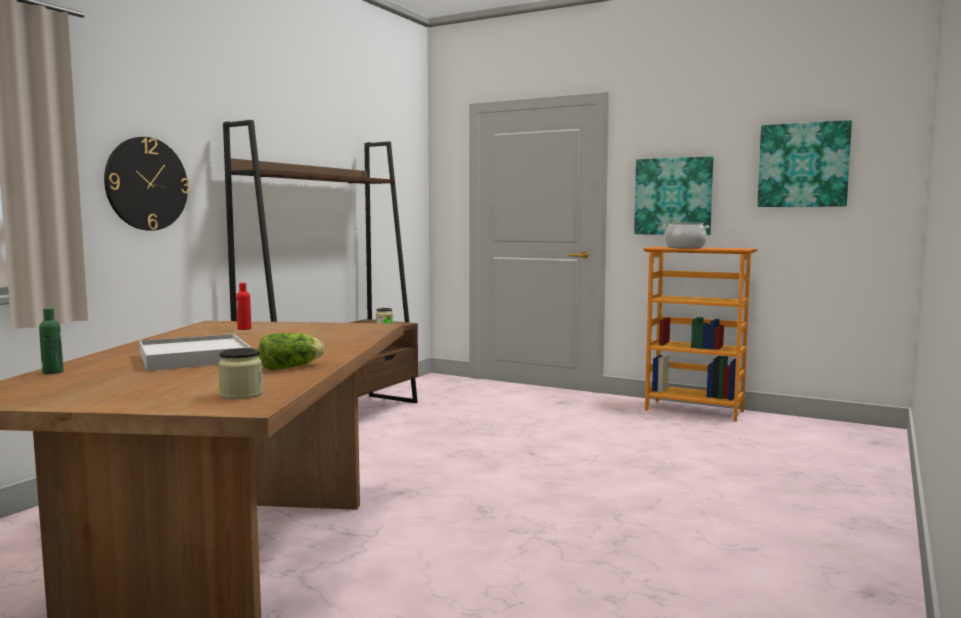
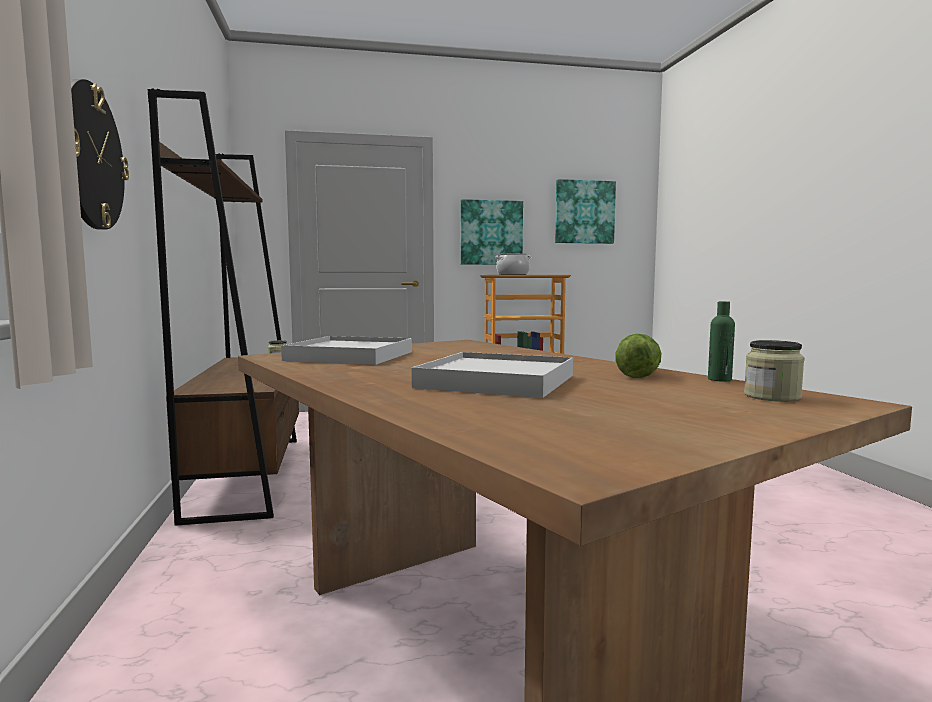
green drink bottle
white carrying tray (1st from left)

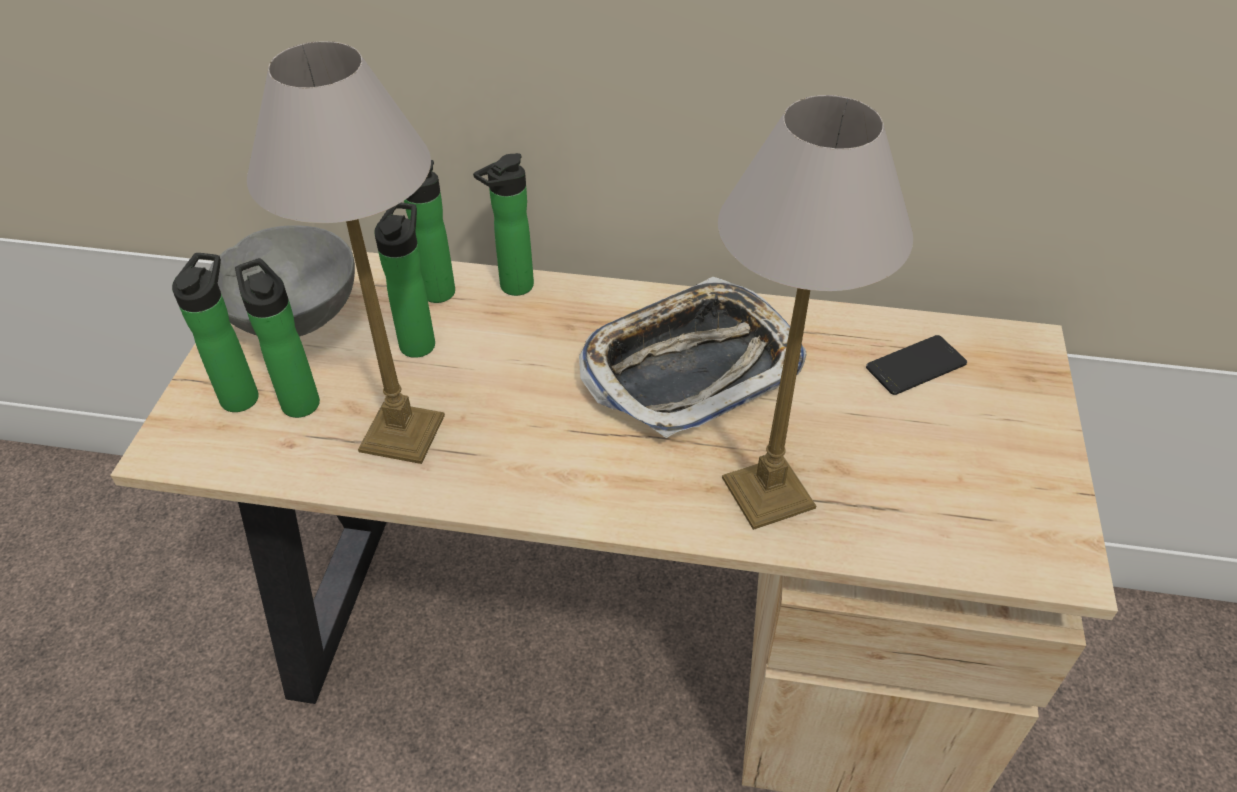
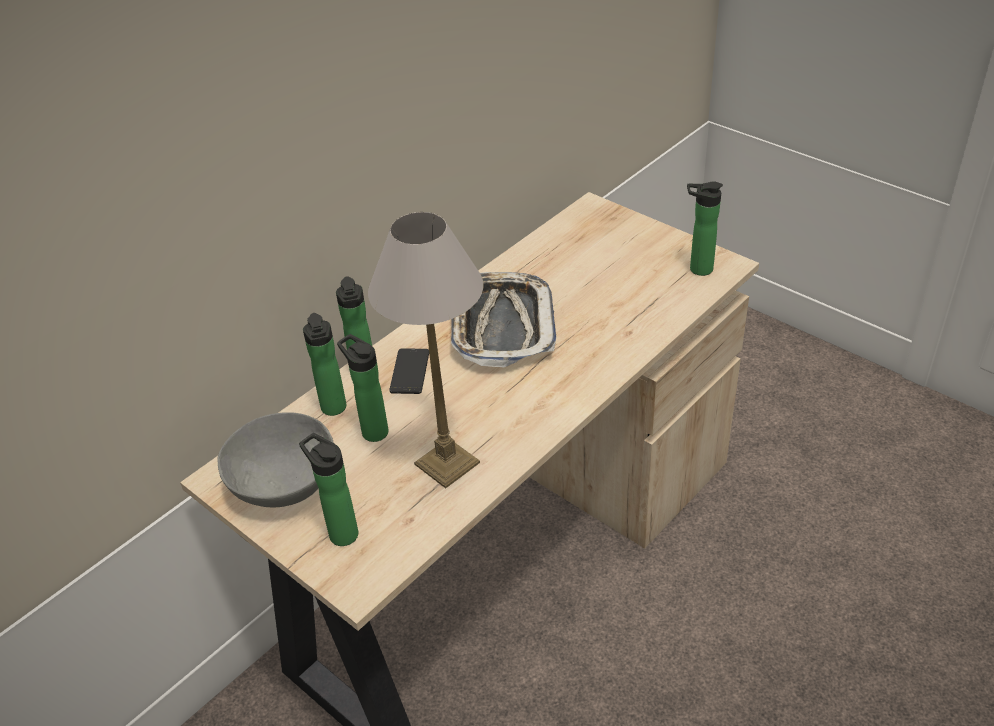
drink bottle (5th from left)
lamp for a table (2nd from left in the first image)
handset

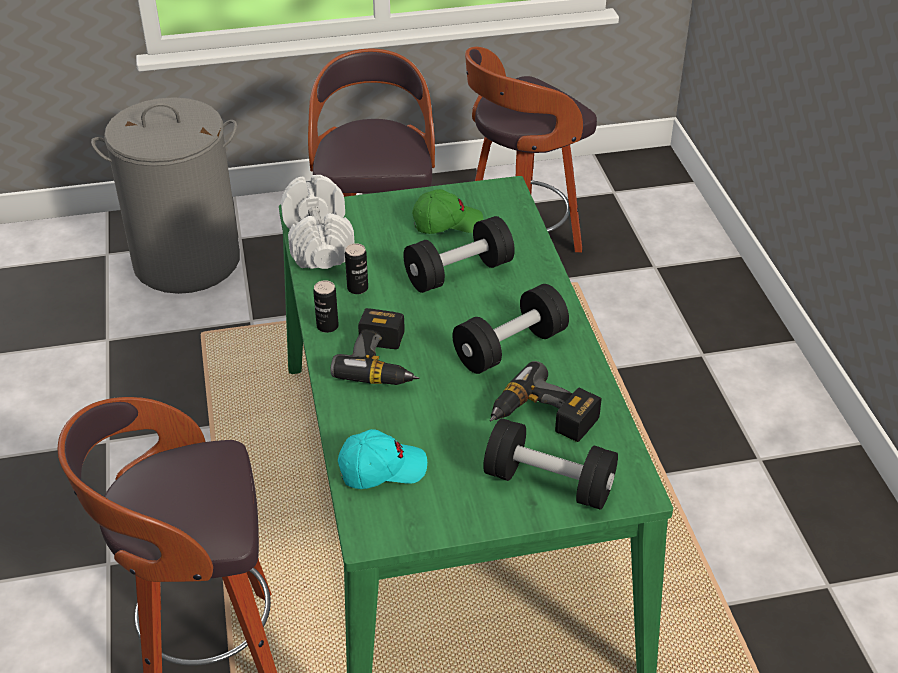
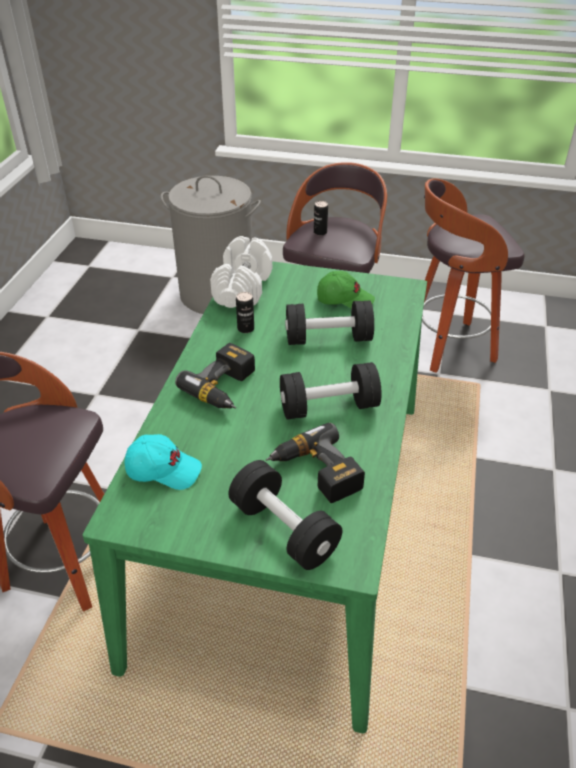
metal can (2nd from left)

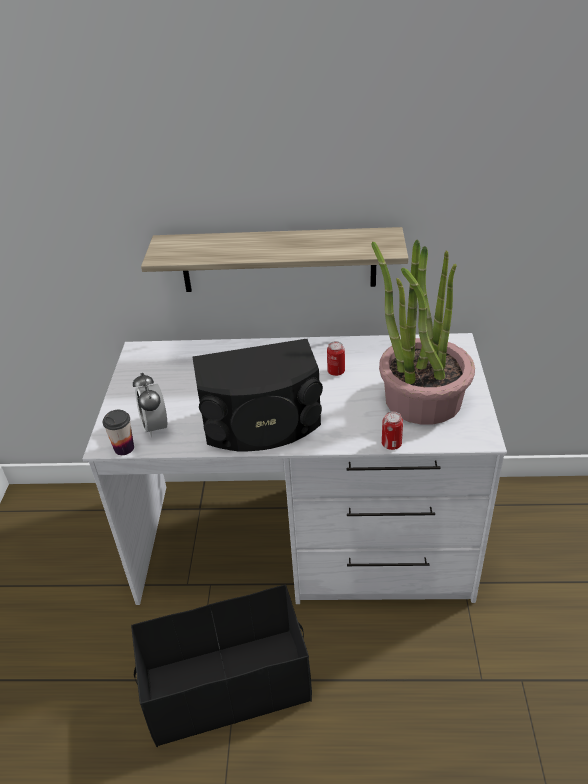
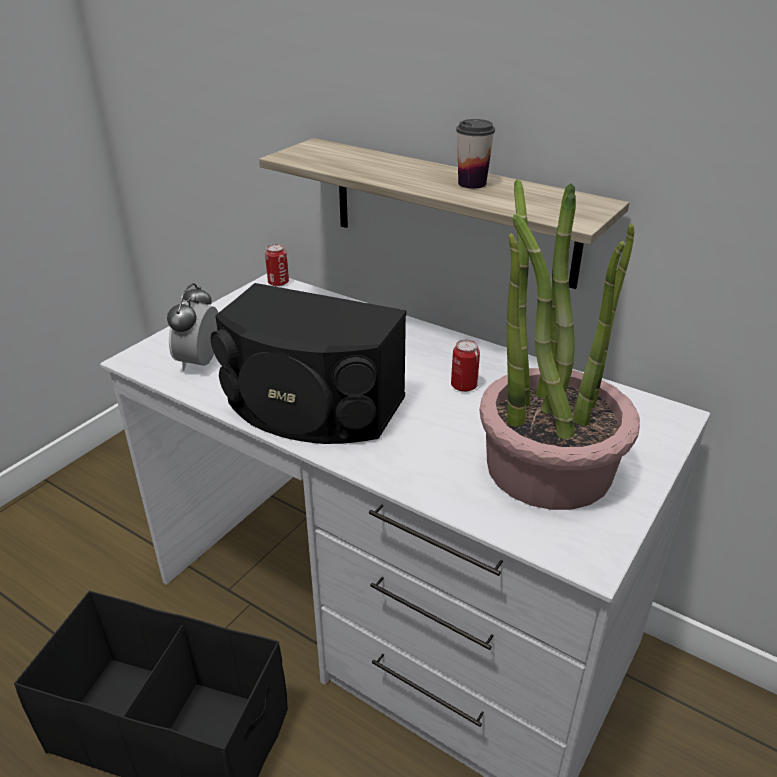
small cup
metal can (1st from left)

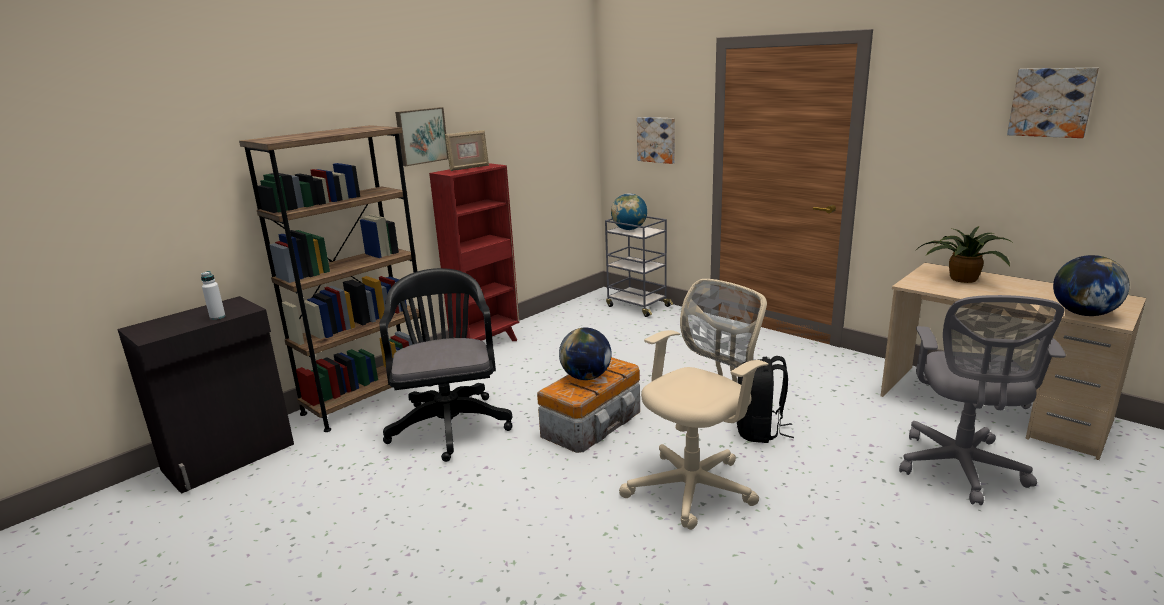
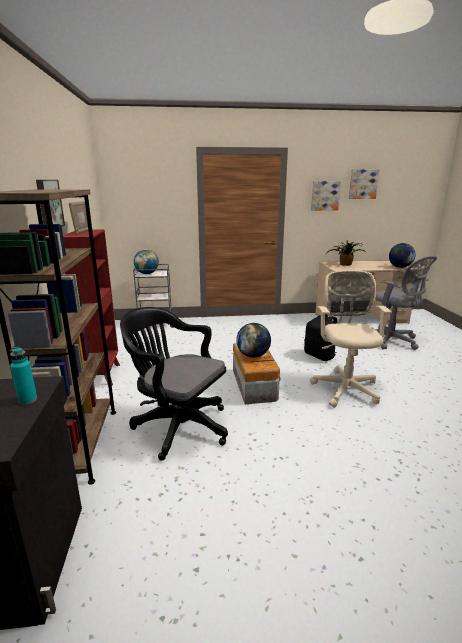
turquoise-coloured drink bottle
picture (2nd from left)

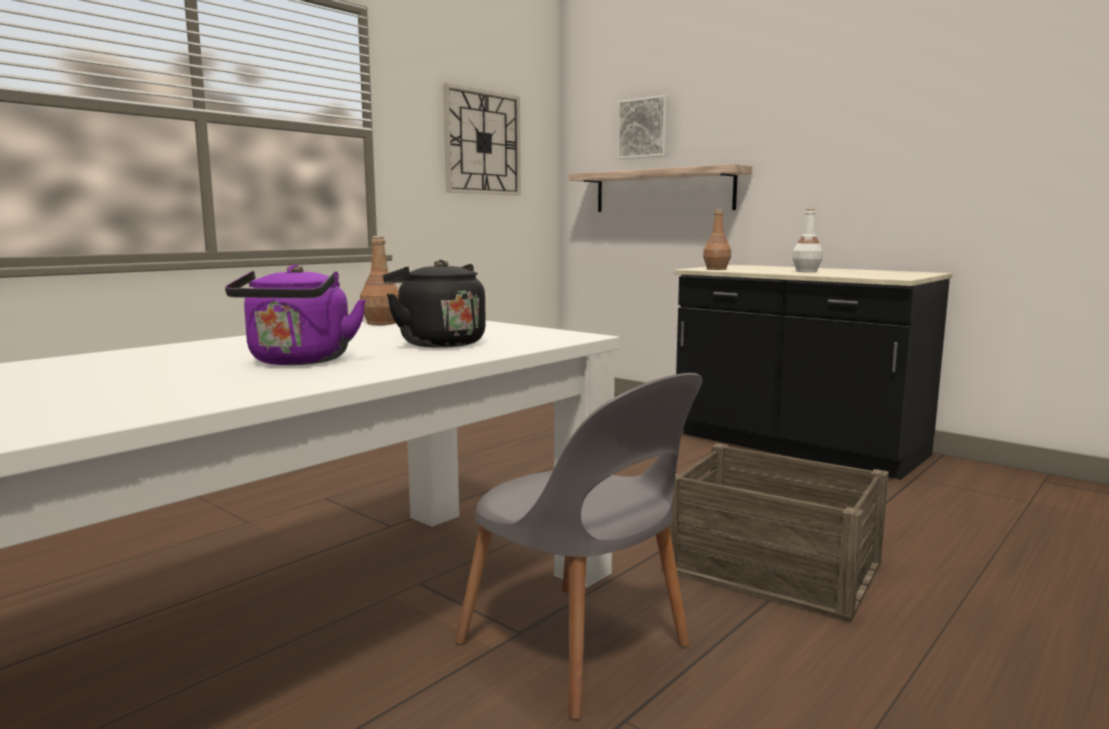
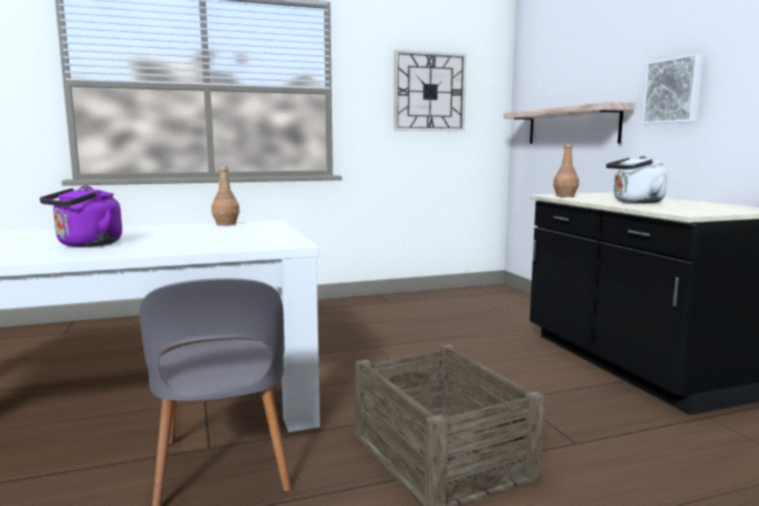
black-coloured kettle
picture
white kettle

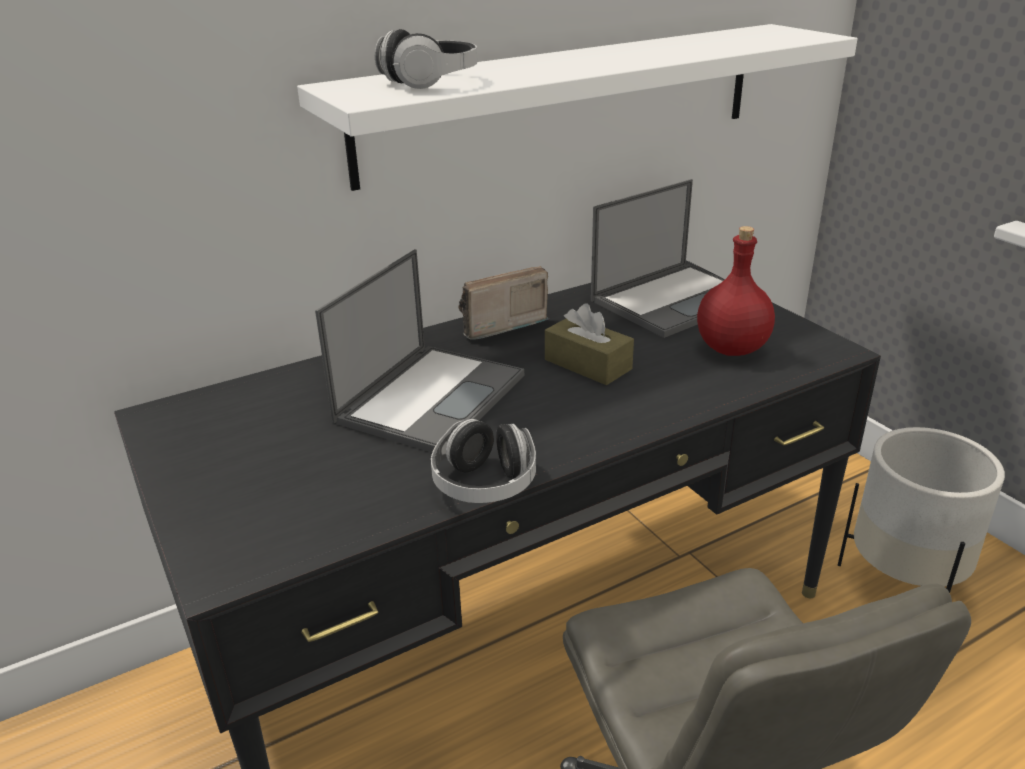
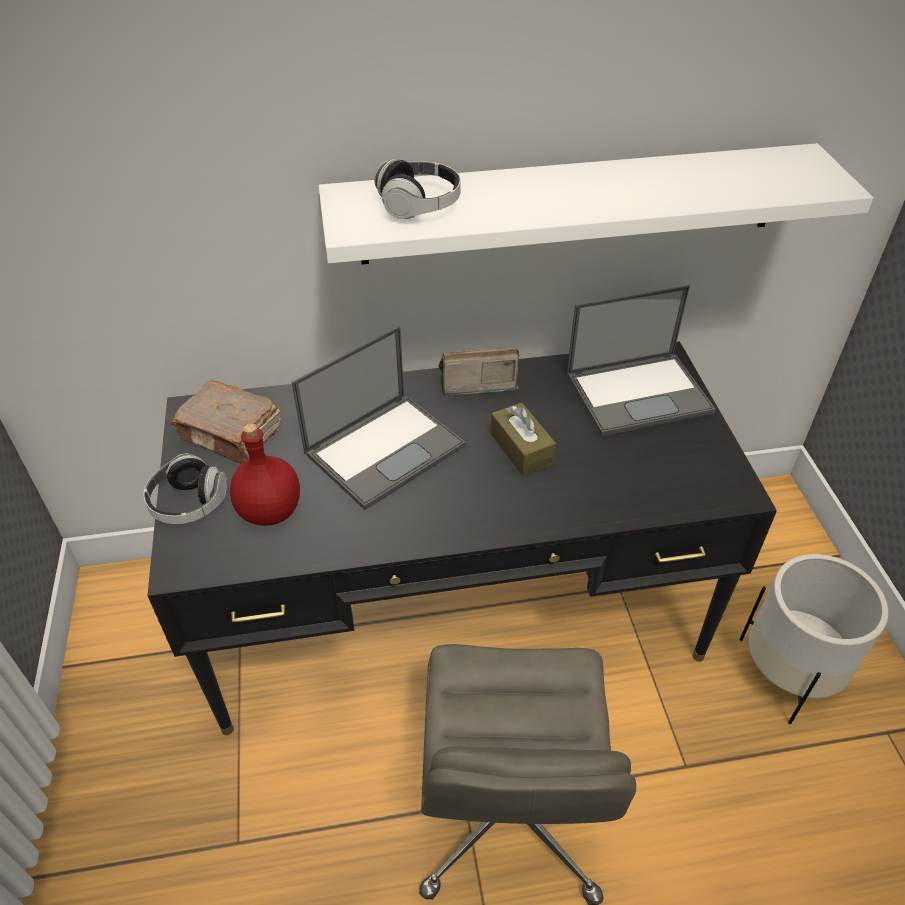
pair of headphones (1st from left)
red drink bottle
brown book

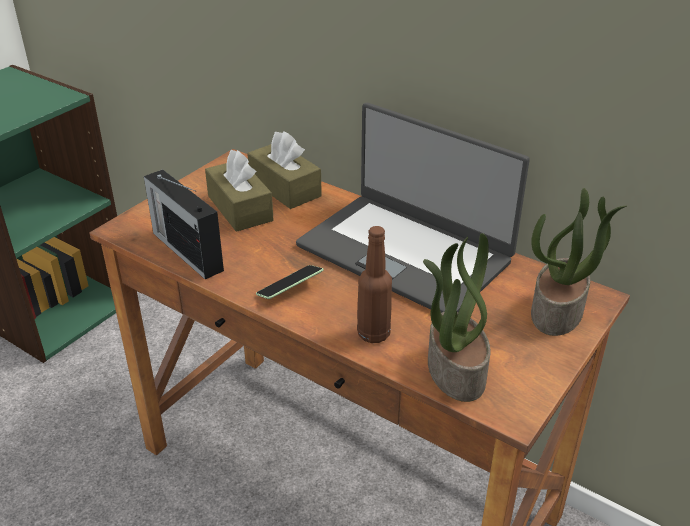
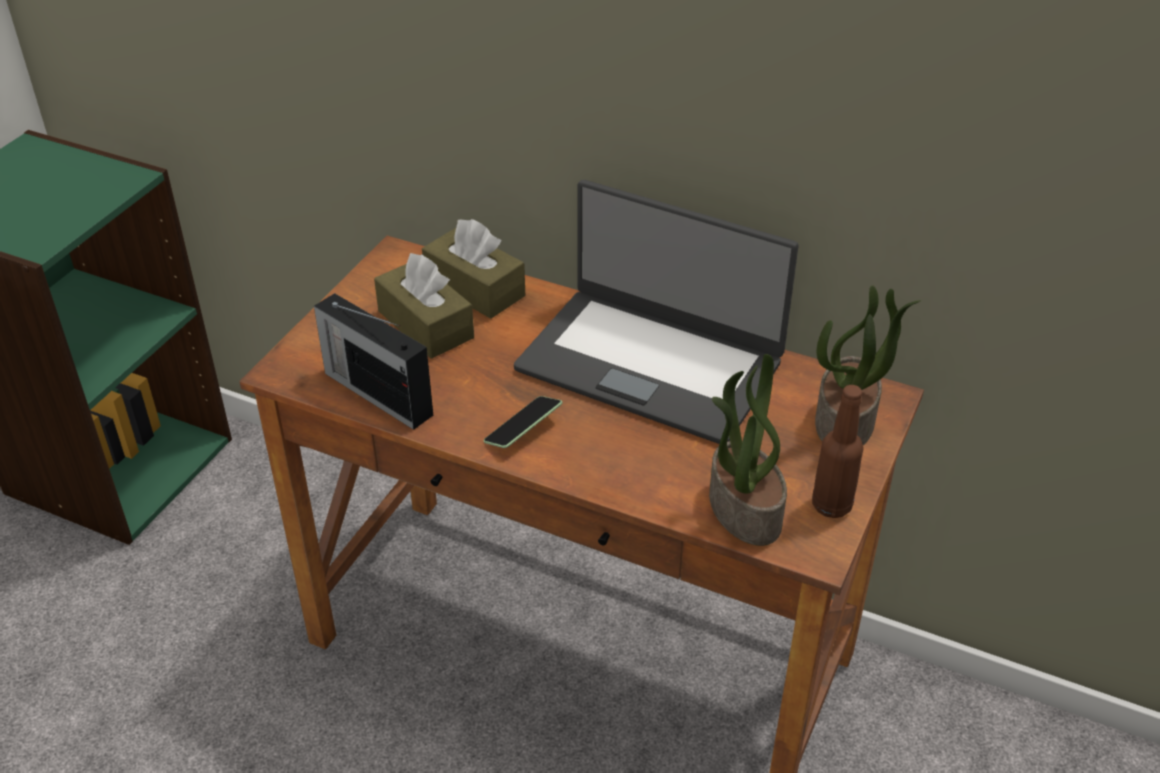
brown drink bottle

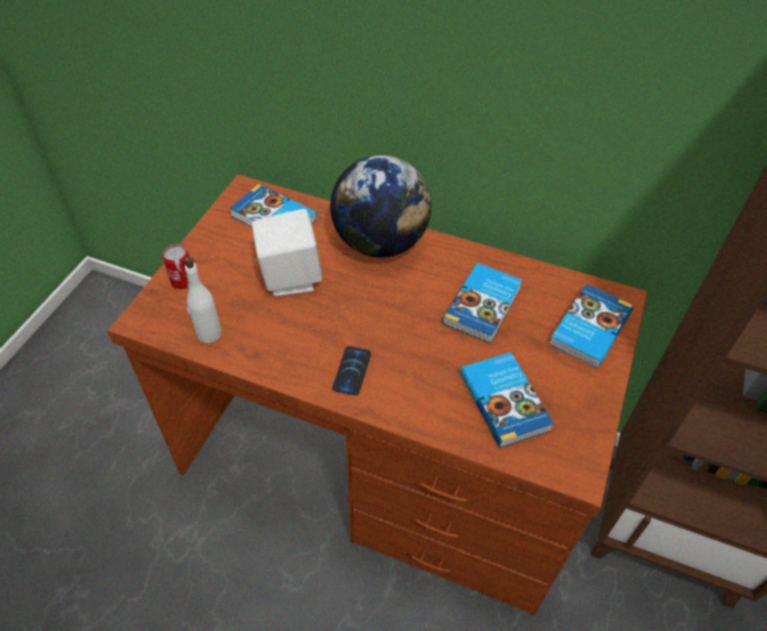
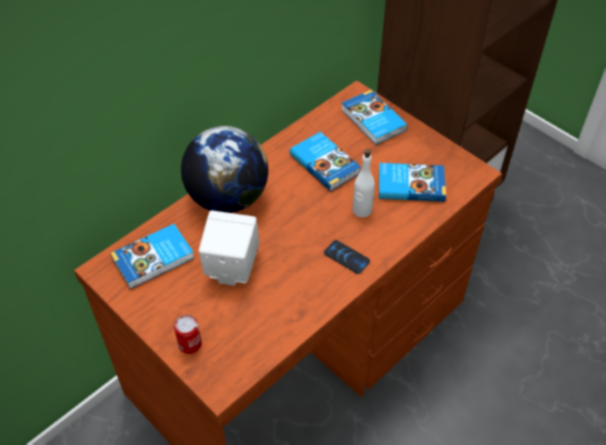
white drink bottle

